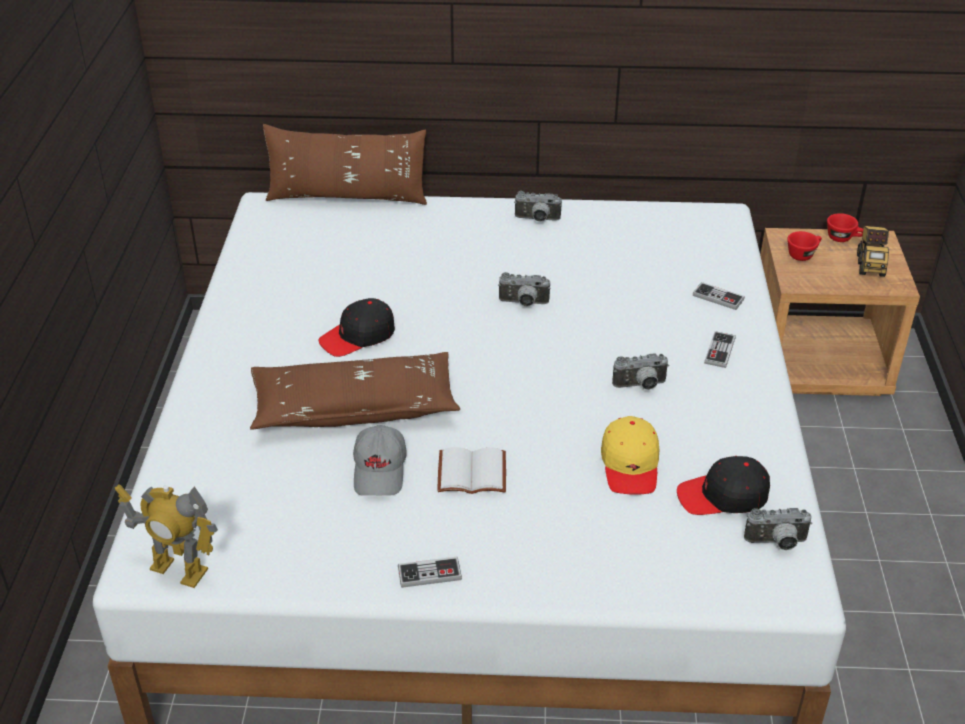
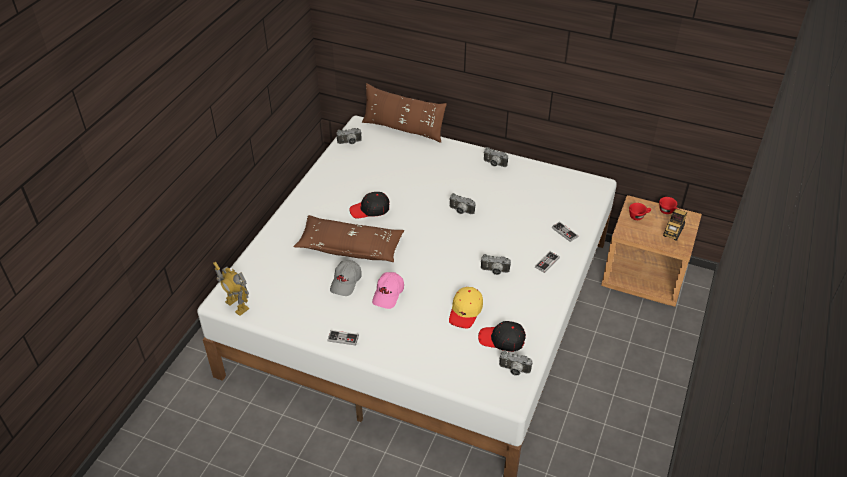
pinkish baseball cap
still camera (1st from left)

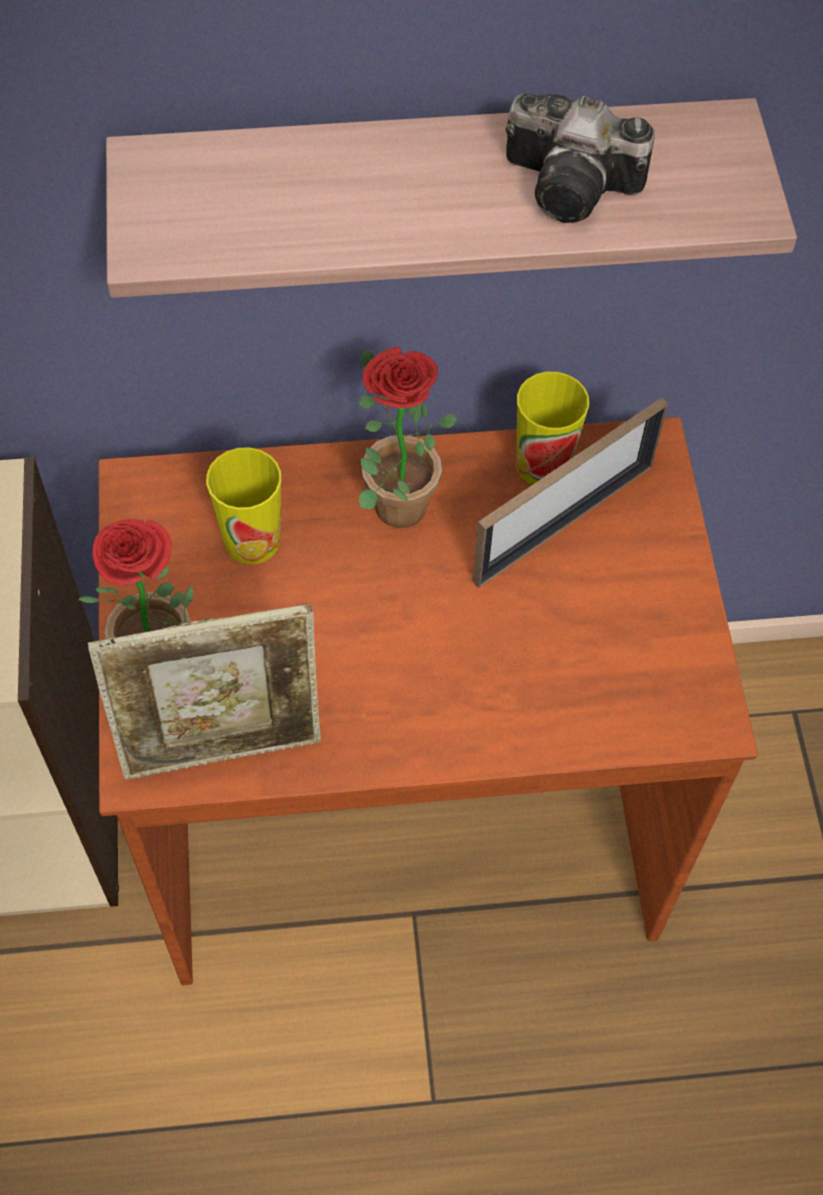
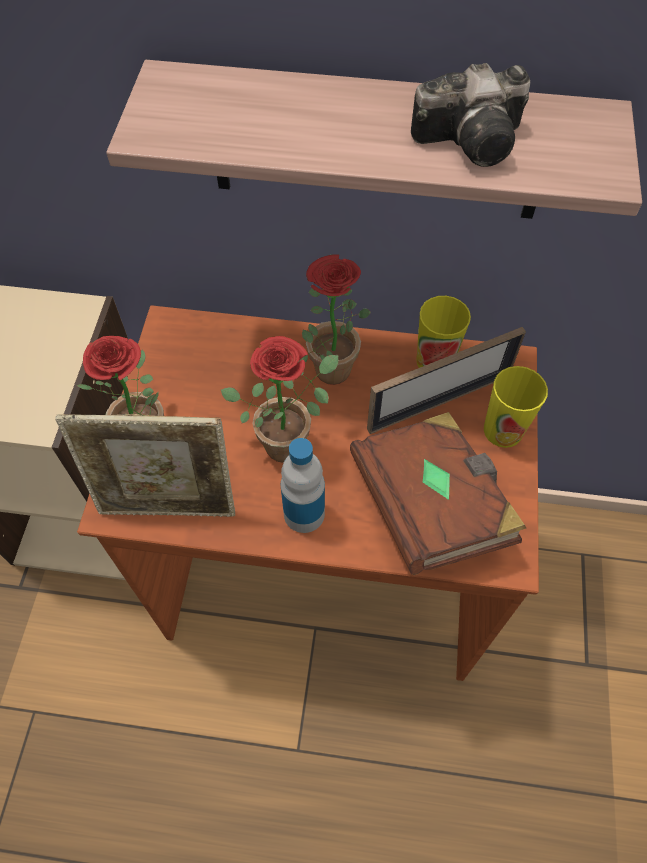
small cup (2nd from left)
still camera
potted plant (2nd from left)
drink bottle
brown book

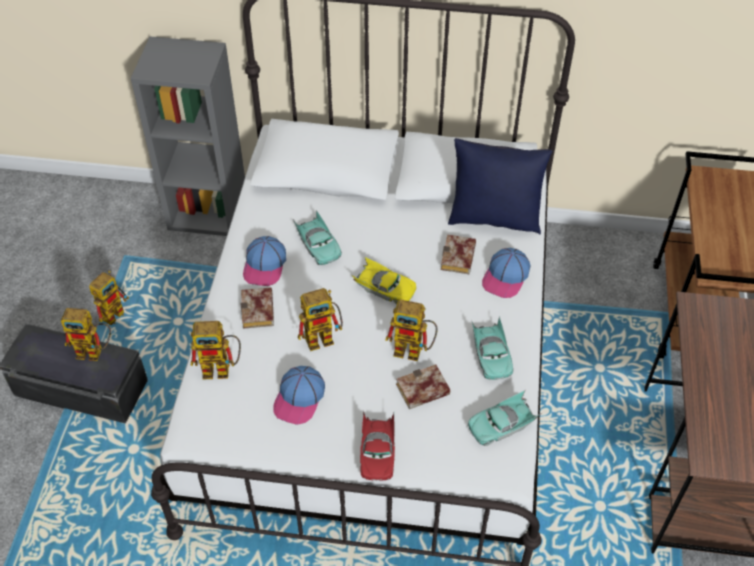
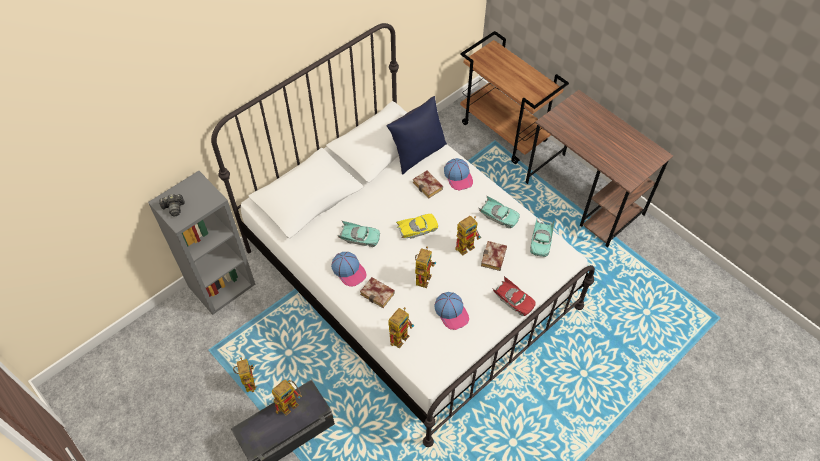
still camera

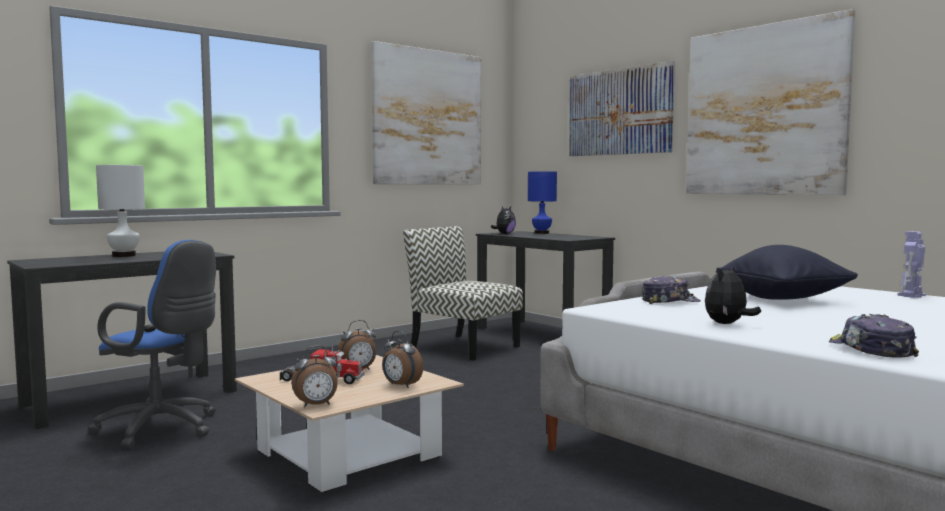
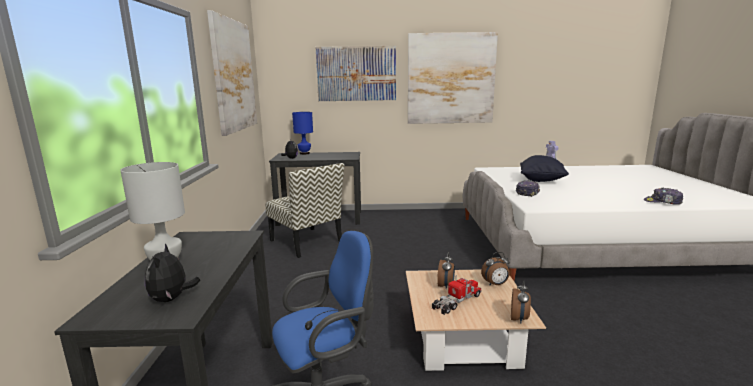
chair
soft toy (1st from left)

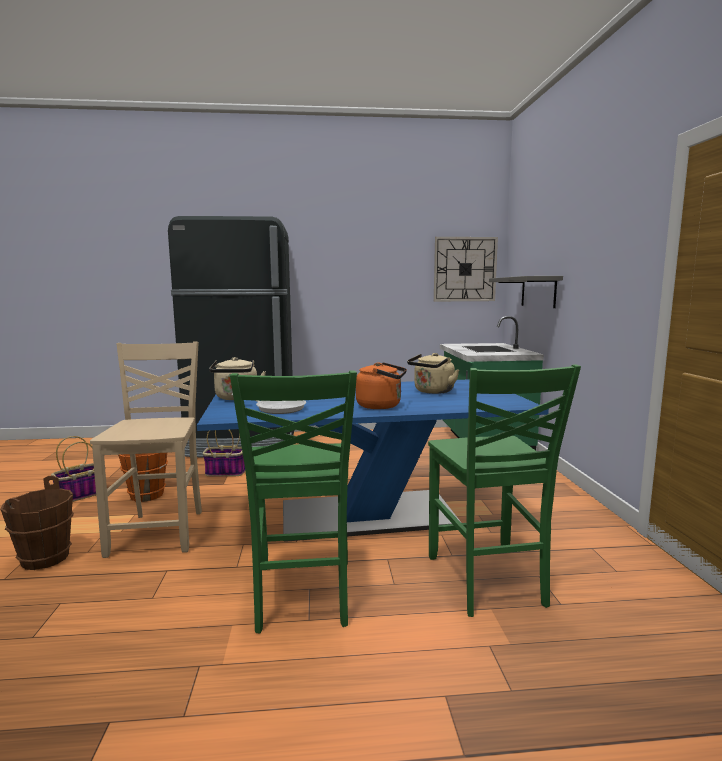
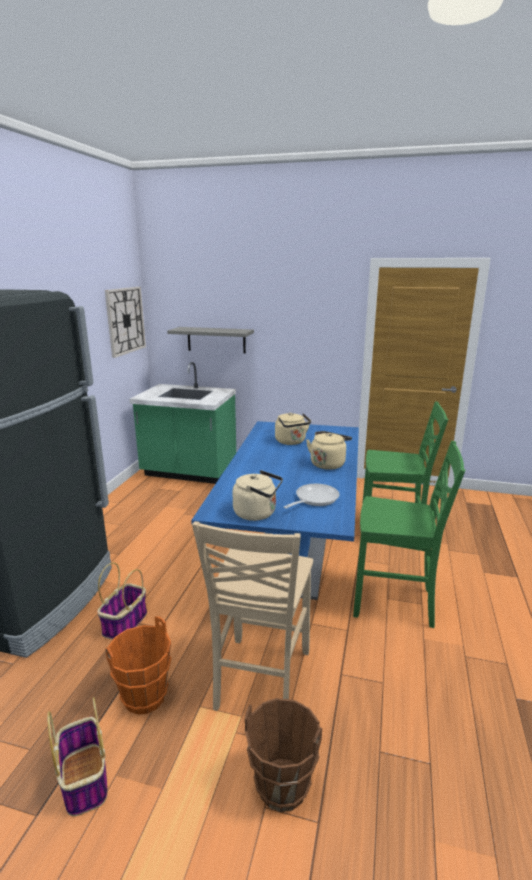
beige chair
beige kettle (3rd from left)

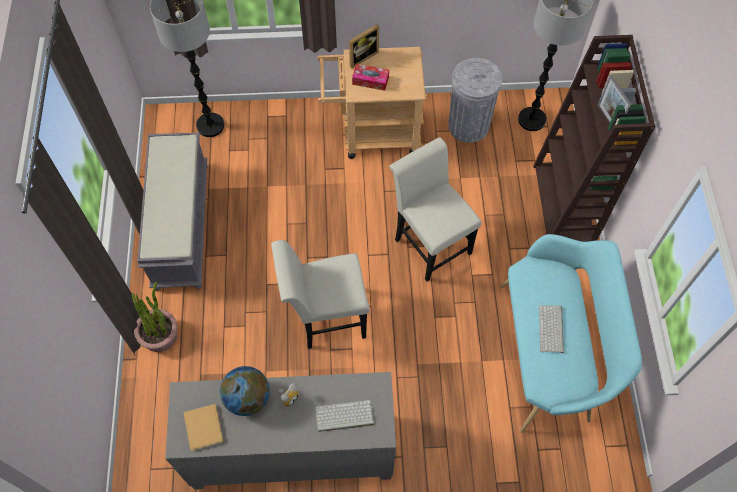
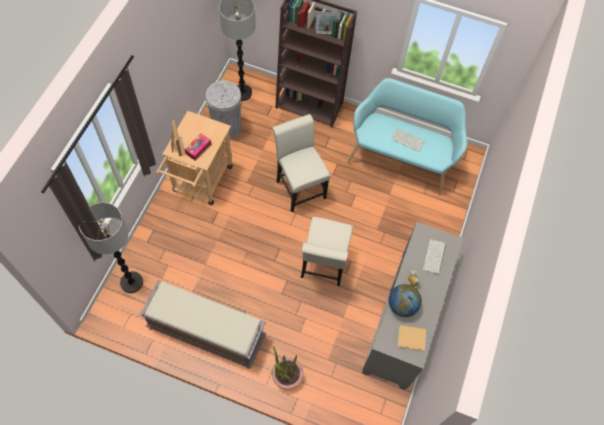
white chair (1st from left)

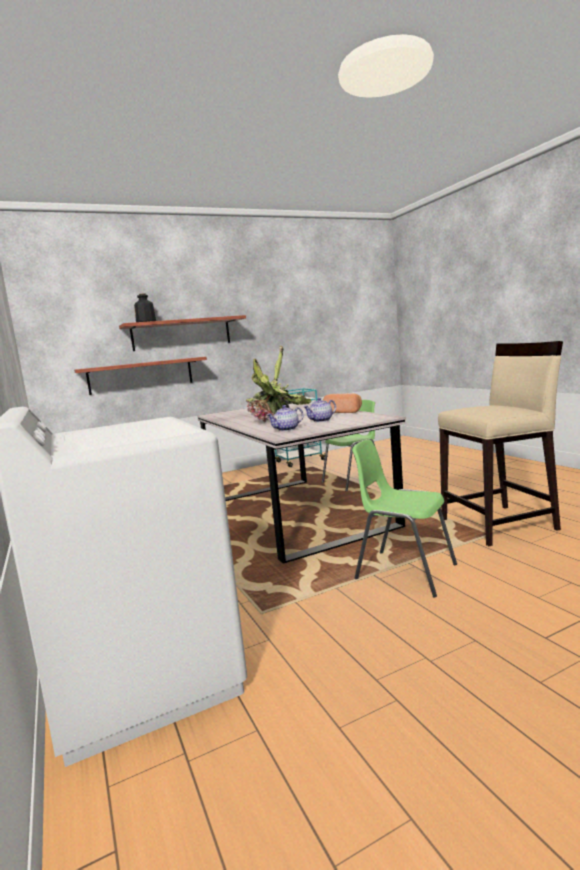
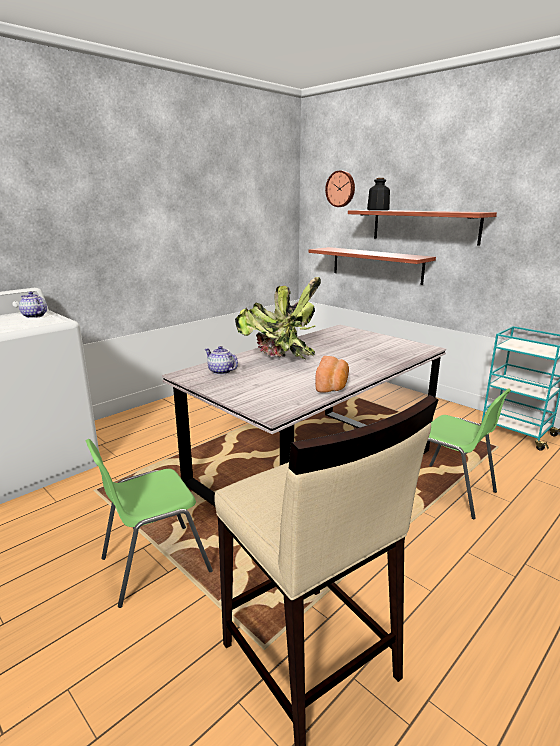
tea pot (1st from left)
green chair (1st from left)
wall clock

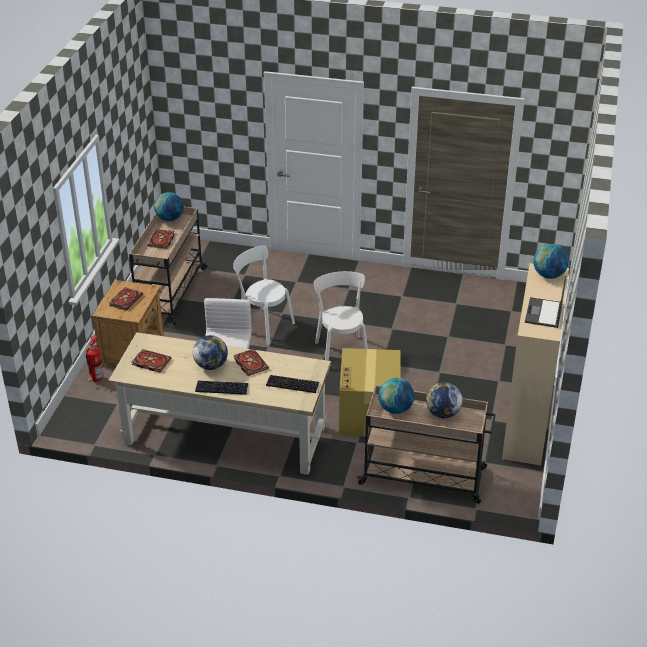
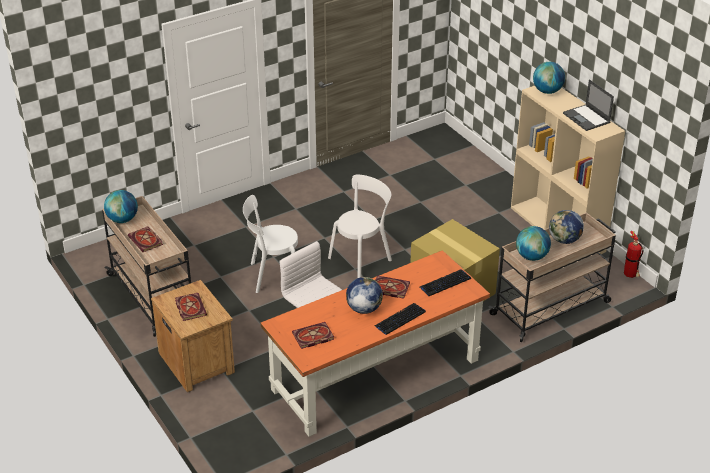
fire-fighting cylinder
orange-coloured desk unit
white chair (2nd from left)

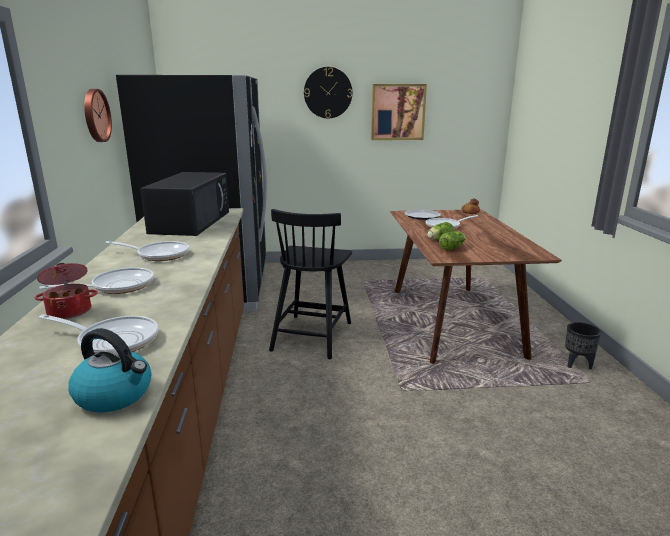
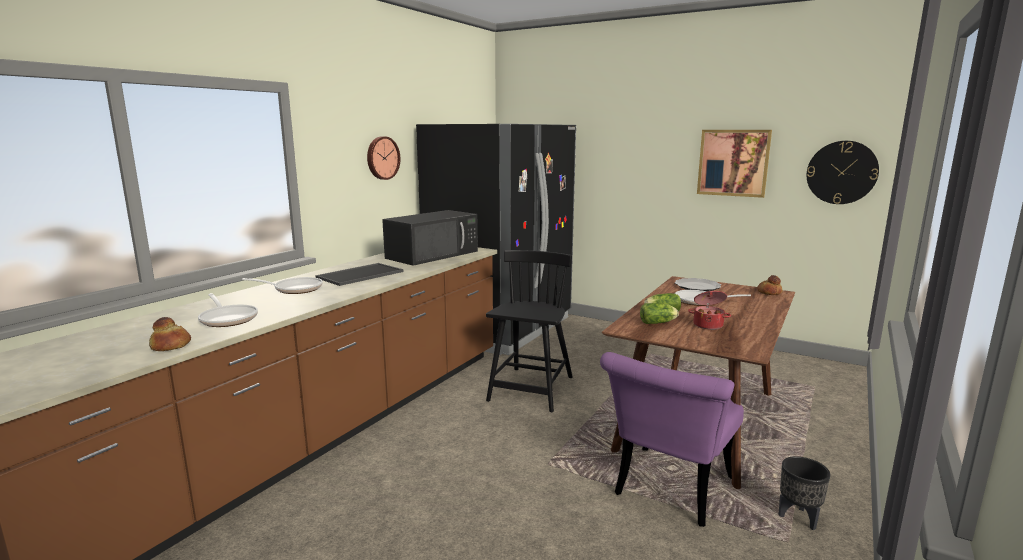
cooking pot
bakery bread (1st from left)
carrying tray
black-coloured chair
wall clock (2nd from left)
purple chair

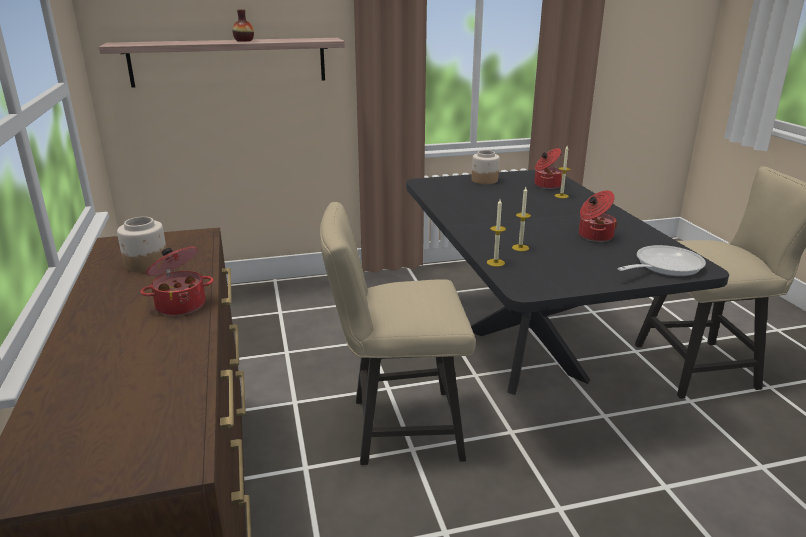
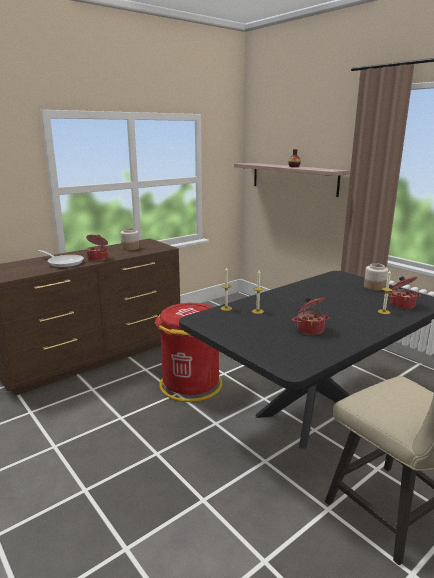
red waste bin
pan

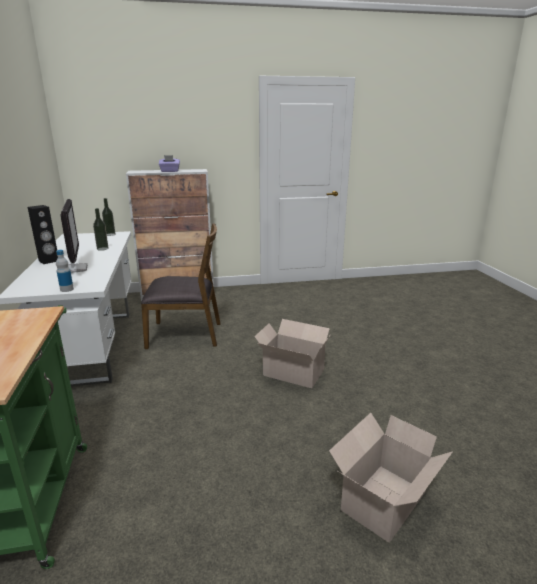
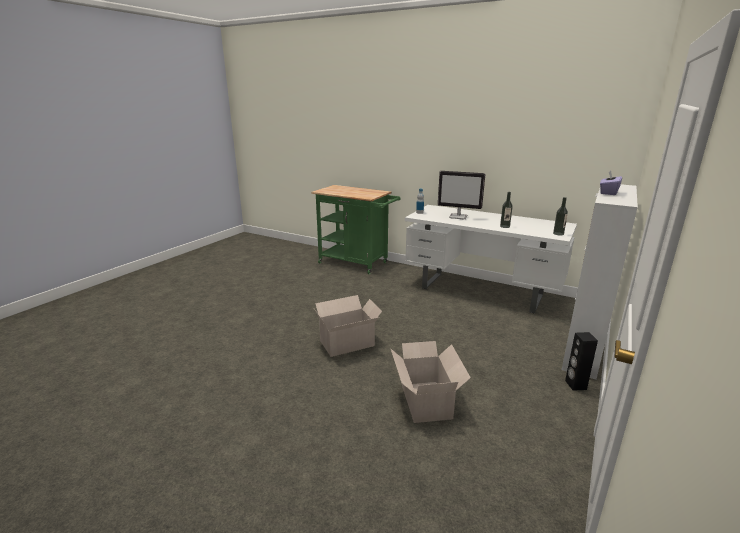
black-coloured speaker
brown chair
packing box (2nd from left)

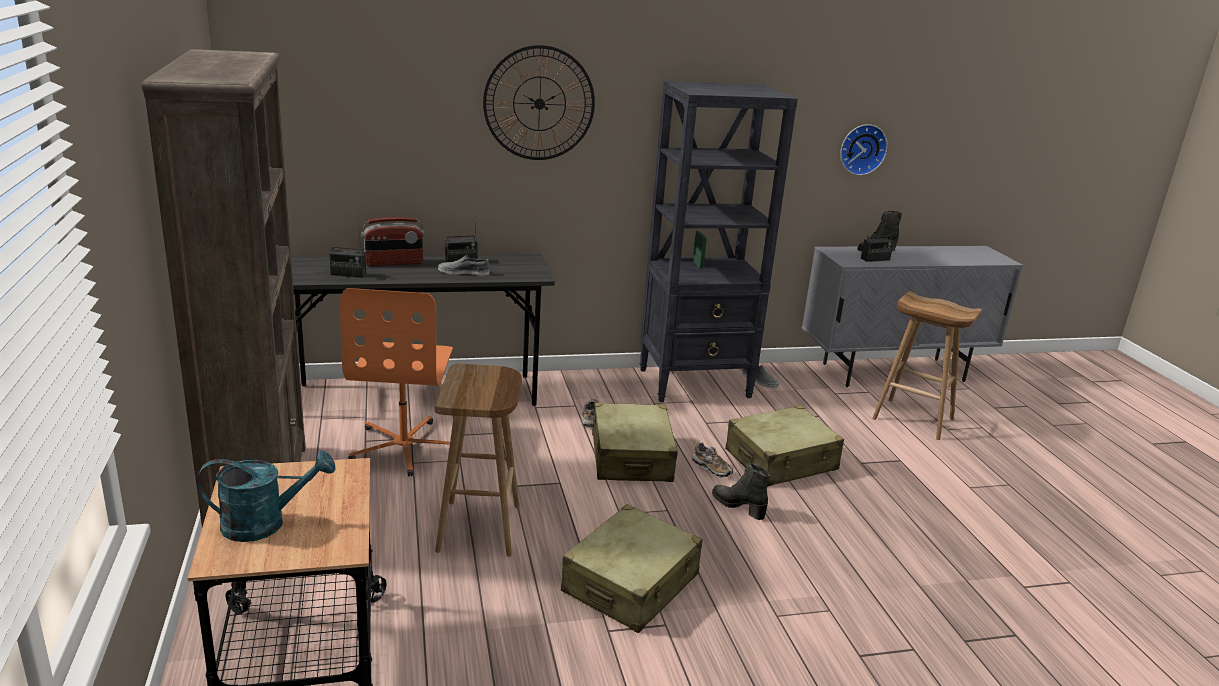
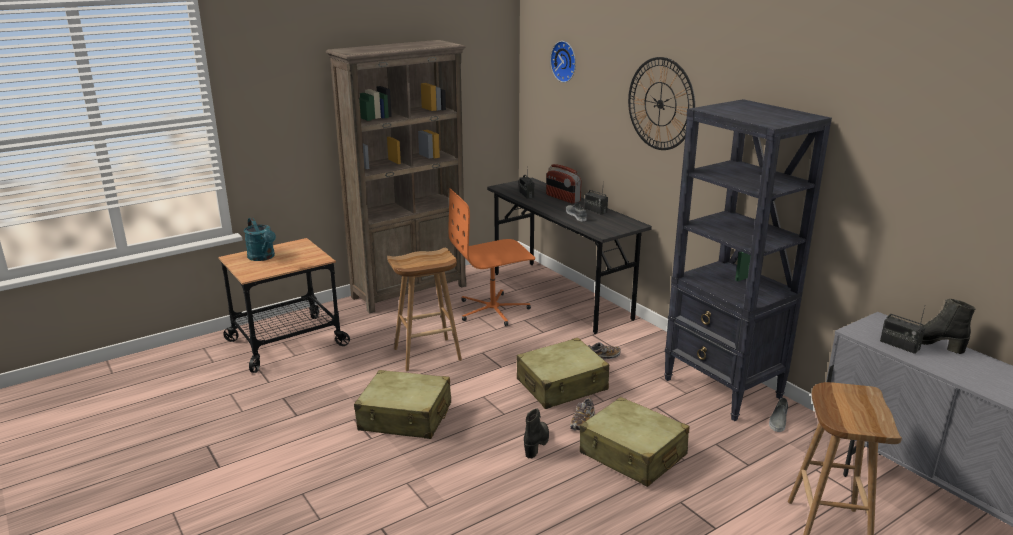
wall clock (1st from left)

